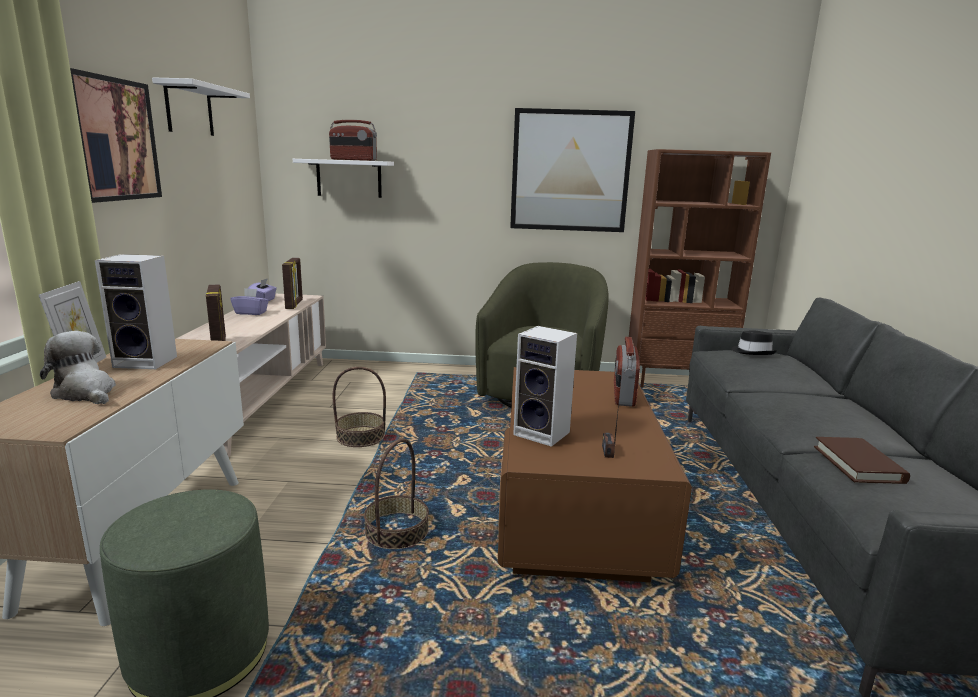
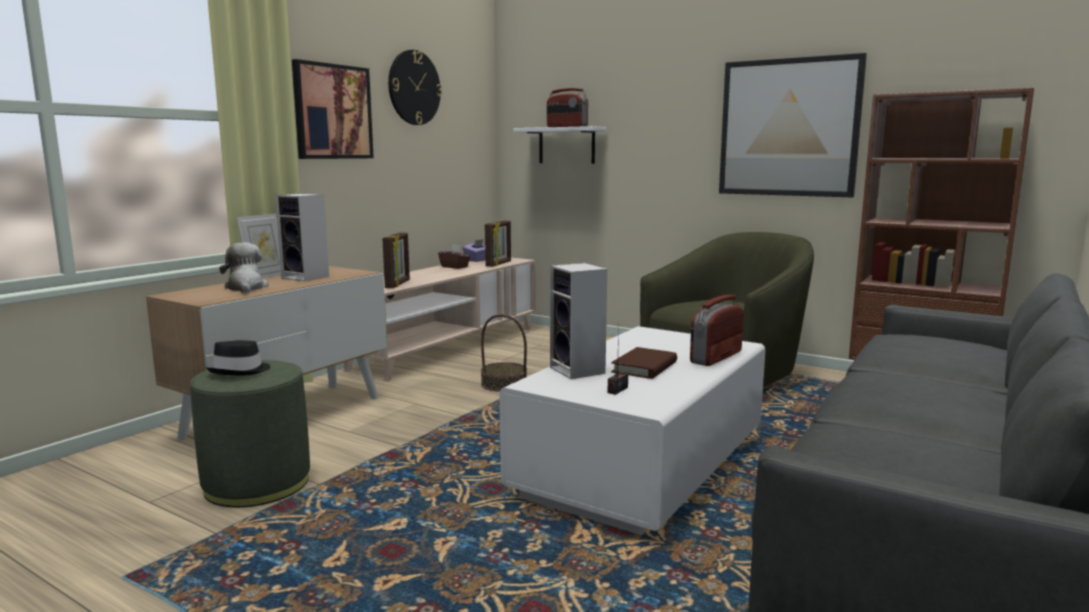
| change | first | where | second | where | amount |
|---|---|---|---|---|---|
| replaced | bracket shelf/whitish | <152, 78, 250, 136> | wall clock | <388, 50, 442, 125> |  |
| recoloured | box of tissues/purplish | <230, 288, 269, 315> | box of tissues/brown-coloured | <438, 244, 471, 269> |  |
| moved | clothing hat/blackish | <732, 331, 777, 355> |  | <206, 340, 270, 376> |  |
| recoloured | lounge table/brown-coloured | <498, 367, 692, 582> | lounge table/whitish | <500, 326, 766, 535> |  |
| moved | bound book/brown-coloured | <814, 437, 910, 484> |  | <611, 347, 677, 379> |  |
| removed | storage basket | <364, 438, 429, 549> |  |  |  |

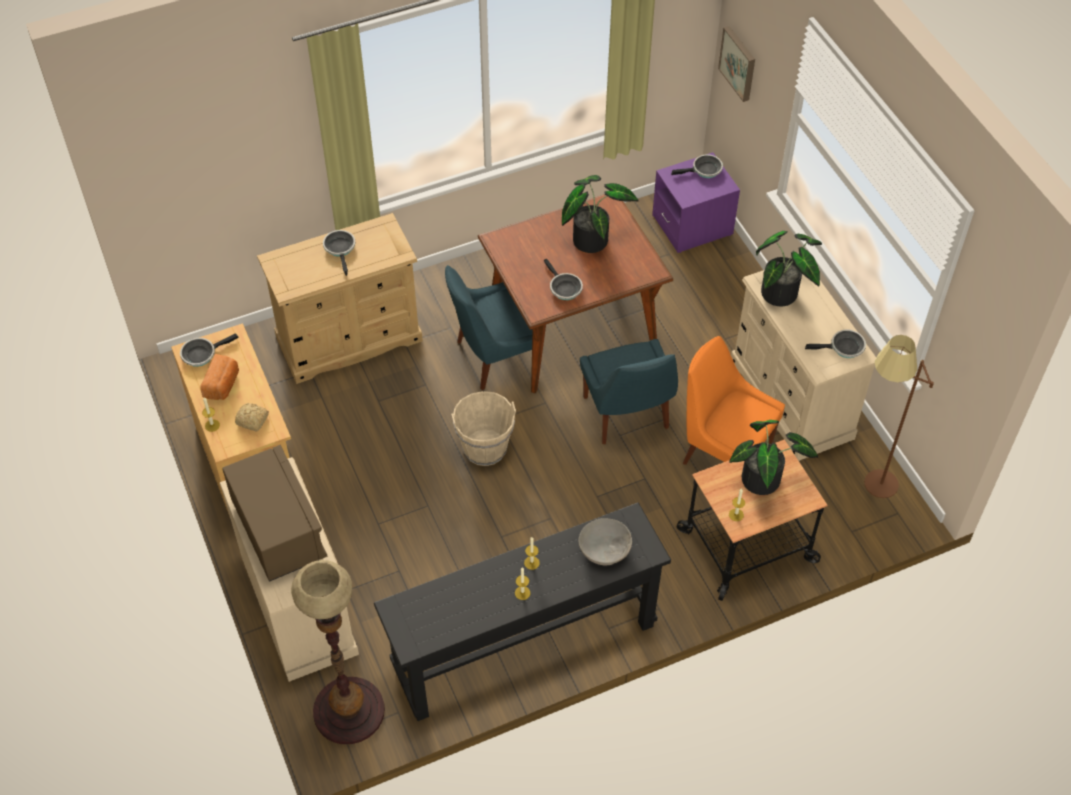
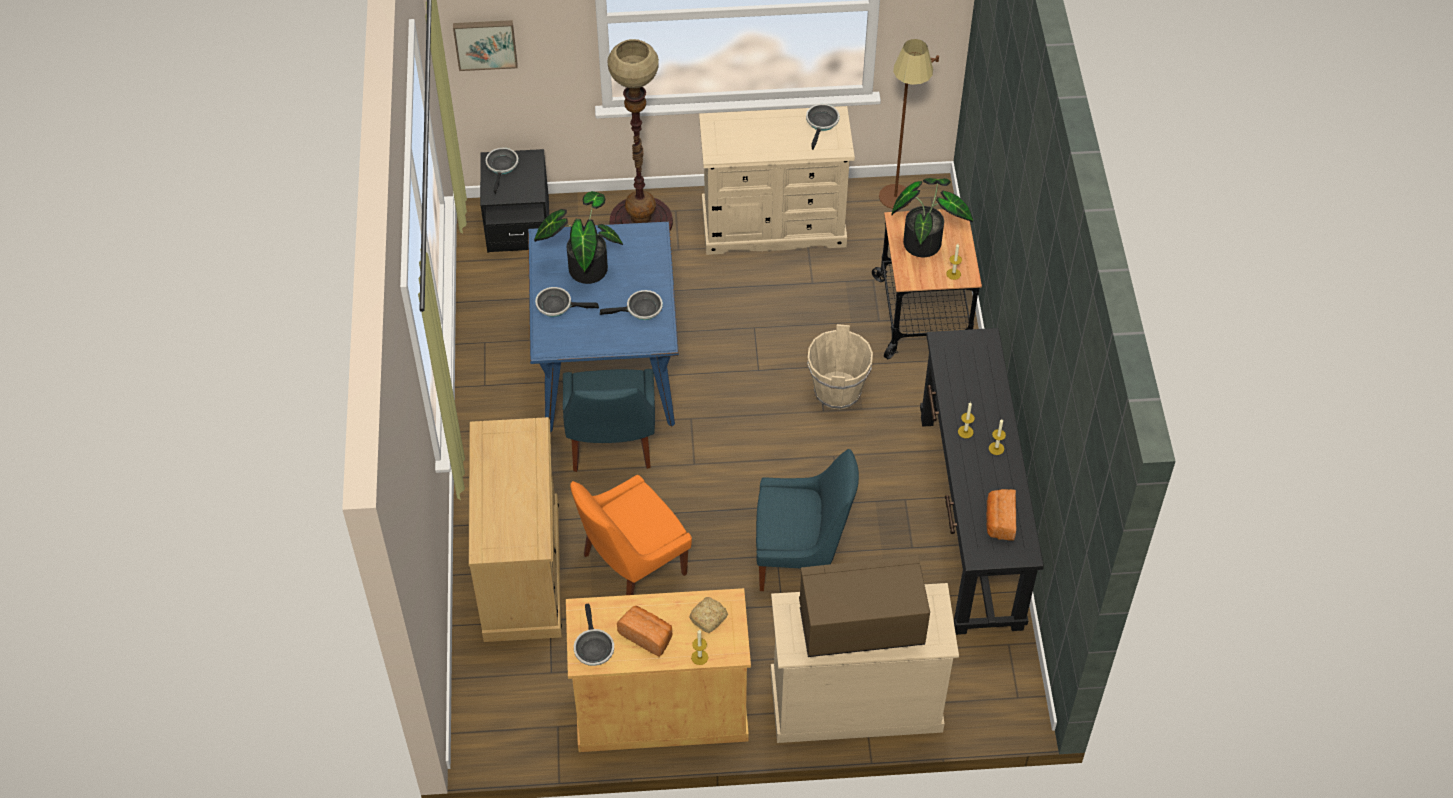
| change | first | where | second | where | amount |
|---|---|---|---|---|---|
| recoloured | night table/purplish | <652, 152, 740, 253> | night table/blackish | <480, 149, 549, 253> |  |
| recoloured | dining table/brown-coloured | <478, 194, 673, 393> | dining table/bluish | <528, 222, 679, 433> |  |
| moved | frying pan | <323, 230, 355, 276> |  | <535, 287, 599, 317> |  |
| removed | houseplant | <756, 231, 822, 306> |  |  |  |
| moved | chair/orange-coloured | <683, 336, 785, 465> |  | <570, 475, 692, 595> |  |
| moved | chair/bluish | <580, 339, 678, 444> |  | <756, 449, 859, 591> |  |
| moved | water bucket/beige-coloured | <451, 391, 516, 466> |  | <807, 324, 873, 409> |  |
| removed | serving bowl/gray | <578, 518, 632, 565> |  |  |  |
| moved | standing lamp | <291, 560, 385, 745> |  | <608, 39, 673, 231> |  |
| added |  |  | baked bread | <987, 489, 1017, 541> |  |

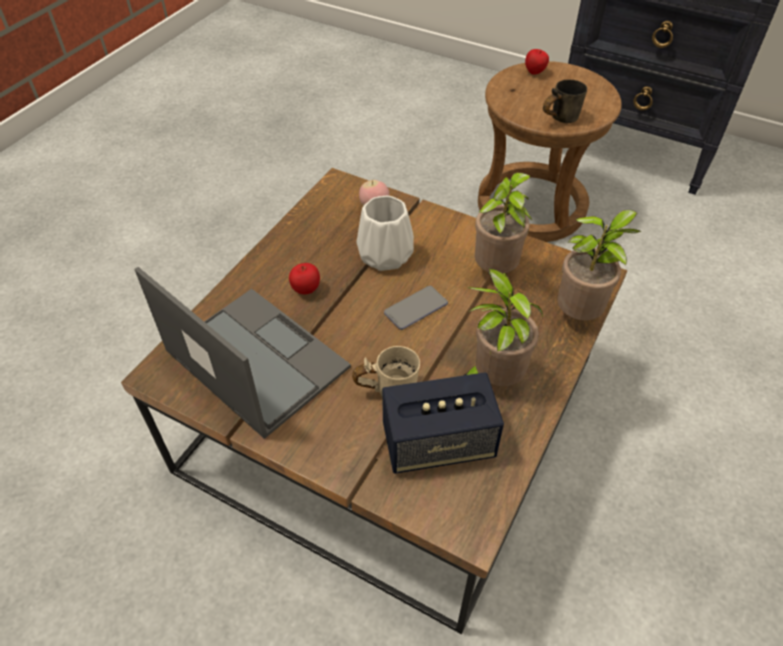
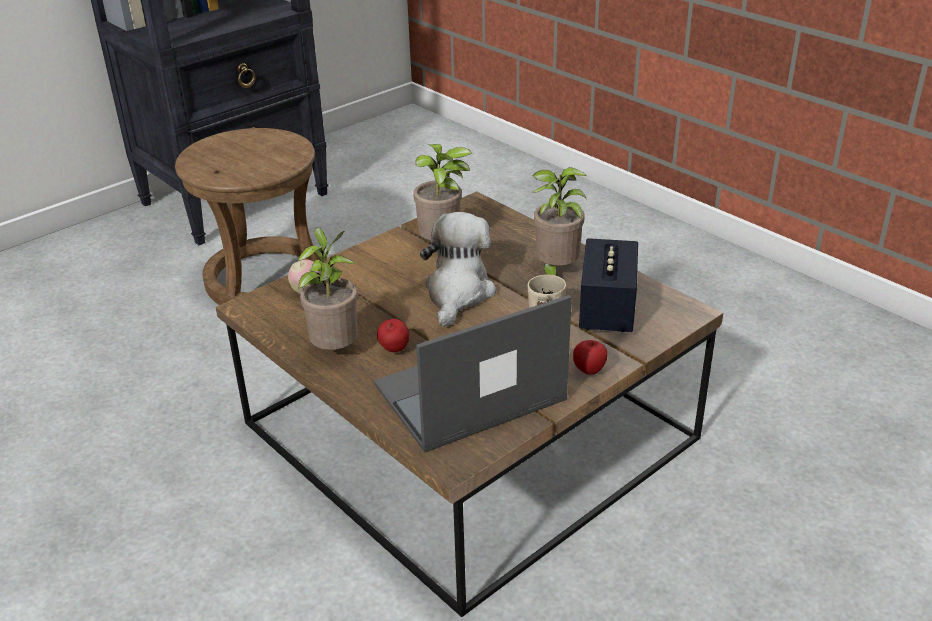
| change | first | where | second | where | amount |
|---|---|---|---|---|---|
| moved | apple fruit | <525, 49, 549, 75> |  | <573, 340, 608, 375> |  |
| removed | coffee mug/gray | <543, 79, 587, 123> |  |  |  |
| removed | decorative vase/whitish | <357, 196, 414, 271> |  |  |  |
| moved | houseplant | <558, 210, 641, 320> |  | <297, 227, 358, 350> |  |
| replaced | handset | <384, 286, 448, 330> | plush toy | <420, 212, 496, 327> |  |

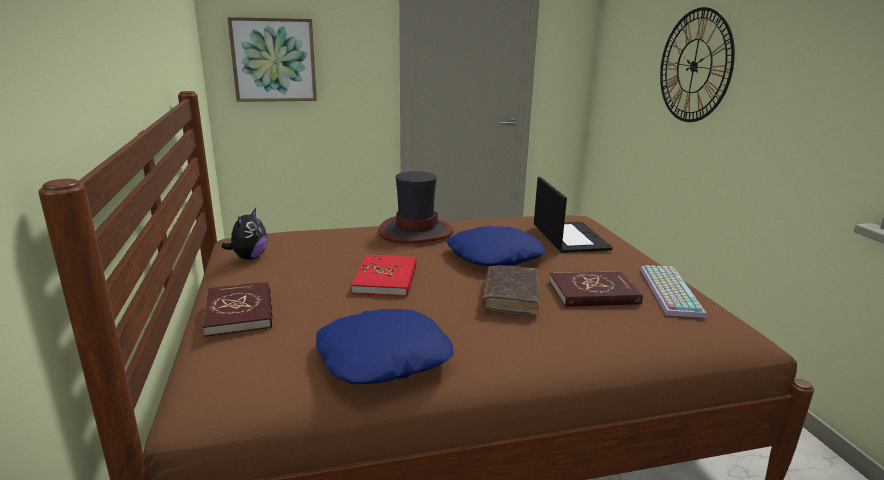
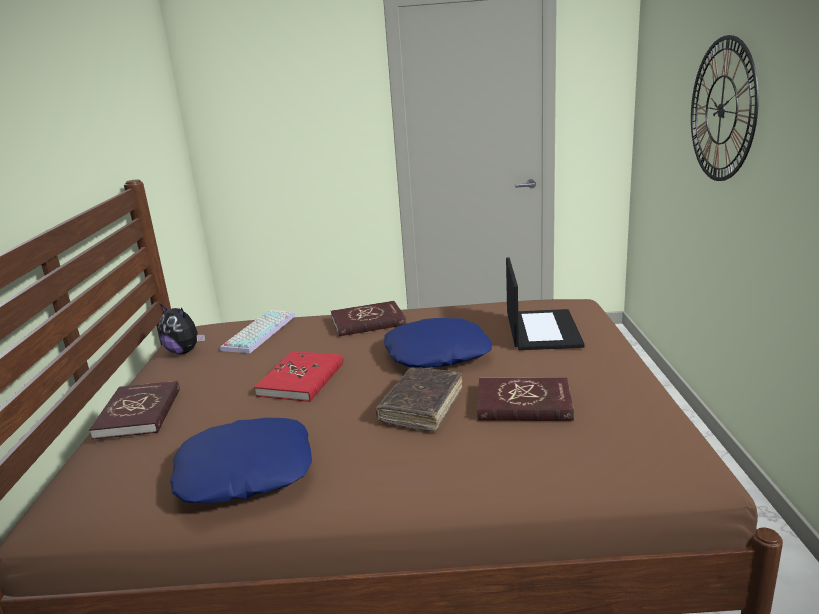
| change | first | where | second | where | amount |
|---|---|---|---|---|---|
| removed | picture | <227, 17, 317, 102> |  |  |  |
| replaced | clothing hat | <378, 171, 454, 244> | bound book/red-coloured | <331, 301, 406, 336> |  |
| turned | plush toy | <221, 208, 267, 260> |  | <158, 304, 205, 354> | 90 degrees clockwise |
| moved | PC keyboard | <640, 265, 706, 318> |  | <220, 310, 296, 353> |  |

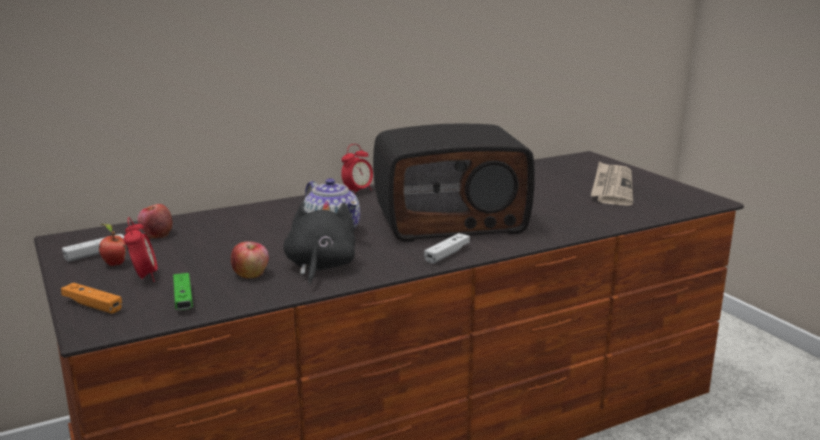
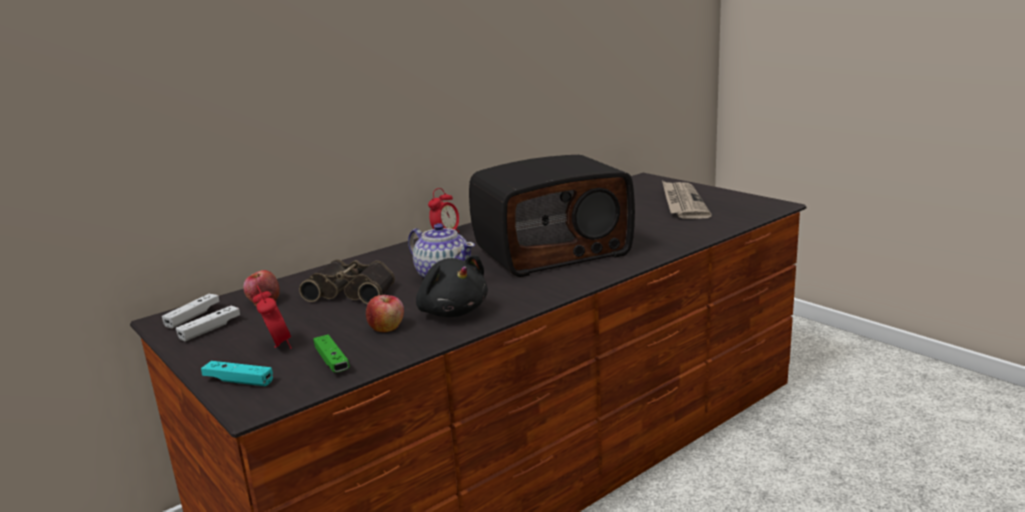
| change | first | where | second | where | amount |
|---|---|---|---|---|---|
| turned | plush toy/blackish | <284, 200, 355, 285> |  | <416, 255, 488, 317> | 150 degrees clockwise |
| removed | apple fruit | <99, 224, 126, 266> |  |  |  |
| moved | joypad/whitish | <424, 233, 470, 264> |  | <162, 294, 220, 329> |  |
| recoloured | joypad/orange-coloured | <61, 283, 122, 314> | joypad/turquoise-coloured | <201, 361, 273, 386> |  |
| added |  |  | binoculars | <299, 260, 395, 304> |  |

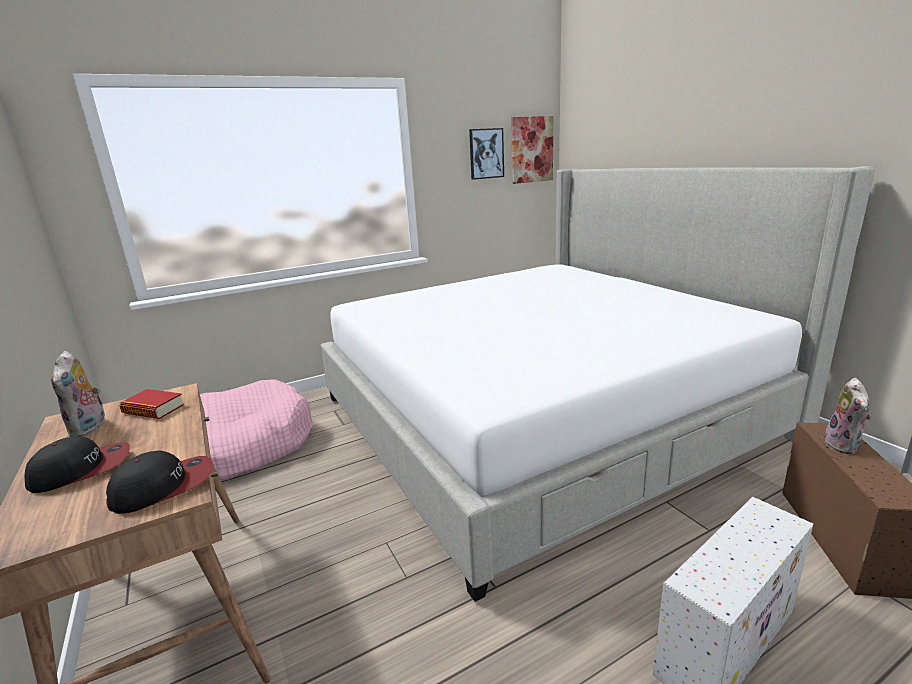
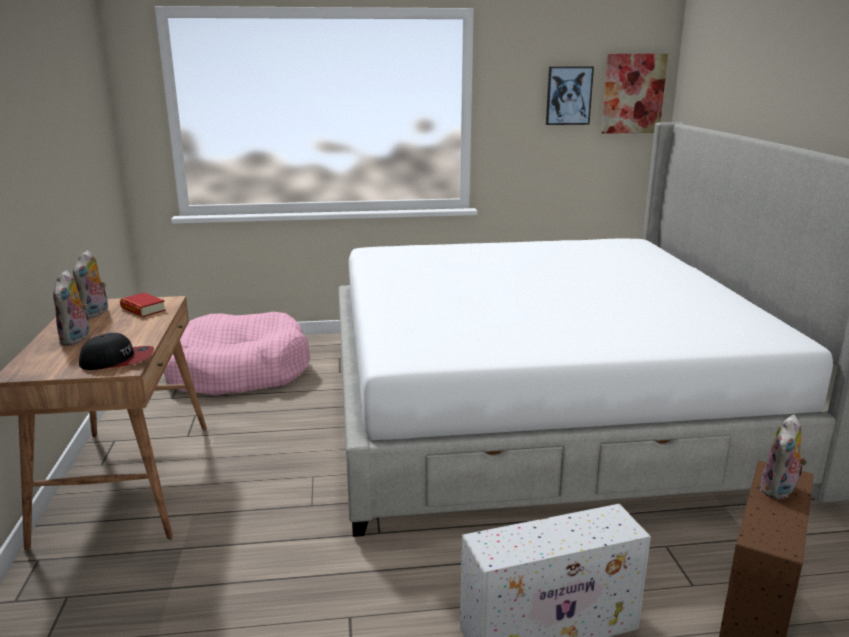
| change | first | where | second | where | amount |
|---|---|---|---|---|---|
| replaced | peaked cap | <25, 436, 130, 493> | plush toy | <53, 270, 89, 345> |  |

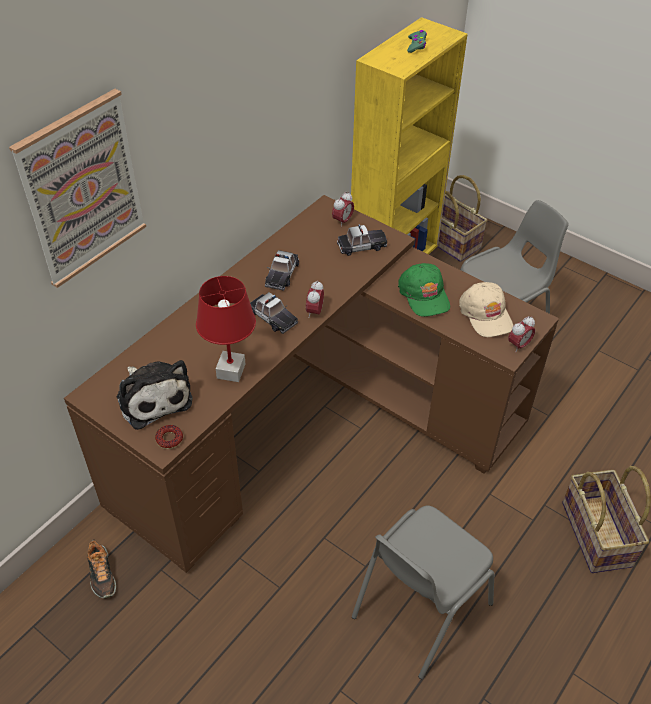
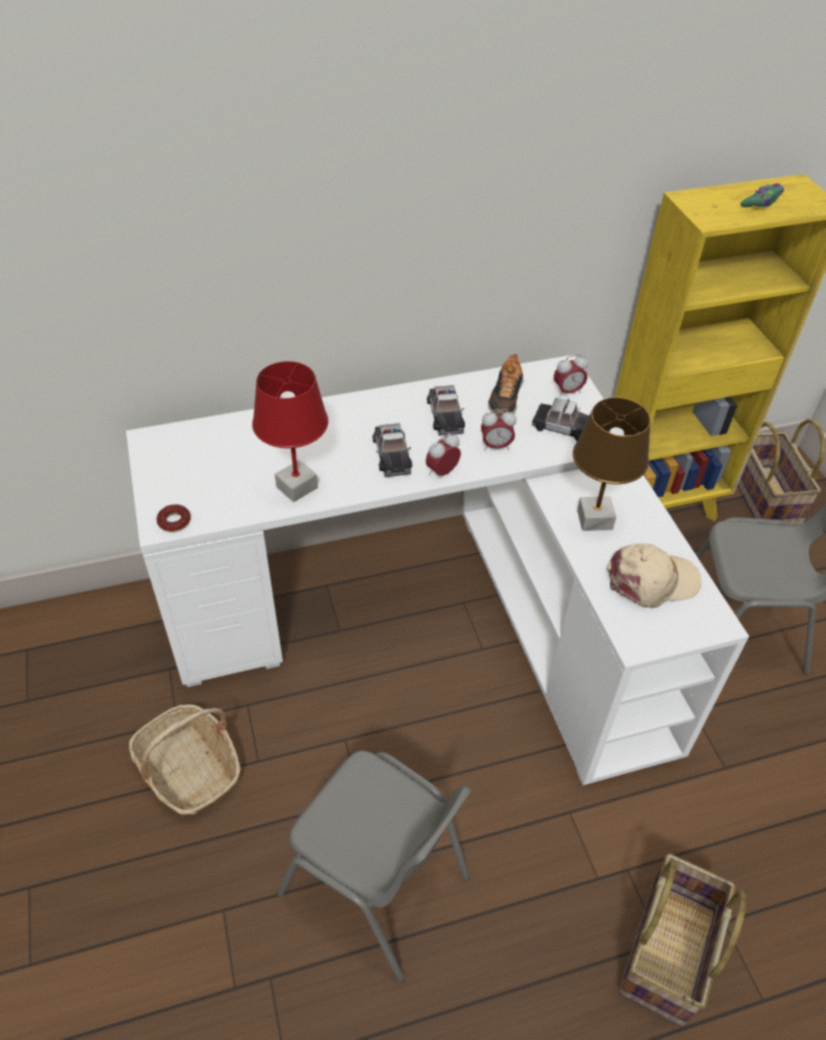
| change | first | where | second | where | amount |
|---|---|---|---|---|---|
| removed | picture | <9, 89, 146, 288> |  |  |  |
| recoloured | desk unit/brown-coloured | <64, 195, 559, 573> | desk unit/whitish | <126, 355, 749, 785> |  |
| turned | miniature car | <265, 250, 299, 291> |  | <427, 385, 465, 436> | 60 degrees counterclockwise |
| replaced | peaked cap/green | <398, 263, 450, 317> | table lamp/brown-coloured | <573, 397, 651, 531> |  |
| turned | peaked cap/beige-coloured | <459, 282, 513, 337> |  | <607, 544, 701, 608> | 120 degrees counterclockwise |
| moved | bedside clock | <508, 316, 535, 353> |  | <481, 409, 516, 451> |  |
| removed | plush toy | <116, 360, 192, 430> |  |  |  |
| turned | chair/gray | <352, 506, 494, 679> |  | <278, 750, 471, 982> | 135 degrees counterclockwise |
| moved | shoe | <87, 539, 116, 599> |  | <488, 354, 523, 415> |  |
| added |  |  | storage basket | <129, 704, 241, 815> |  |

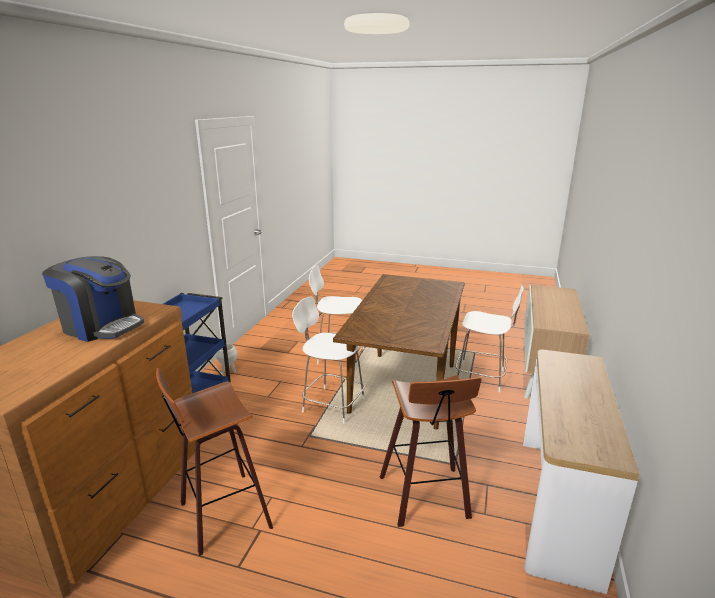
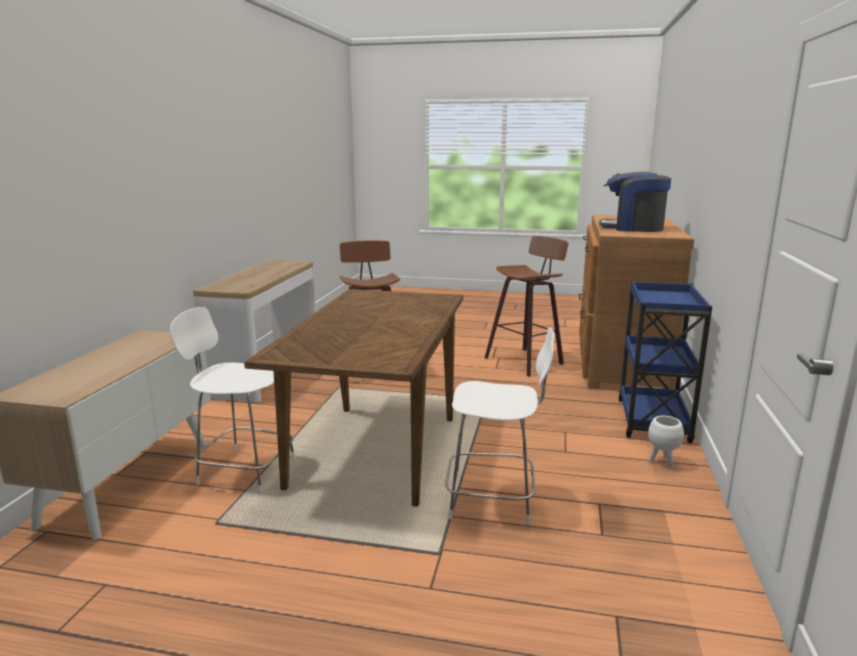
| change | first | where | second | where | amount |
|---|---|---|---|---|---|
| removed | chair/whitish | <292, 296, 365, 424> |  |  |  |

